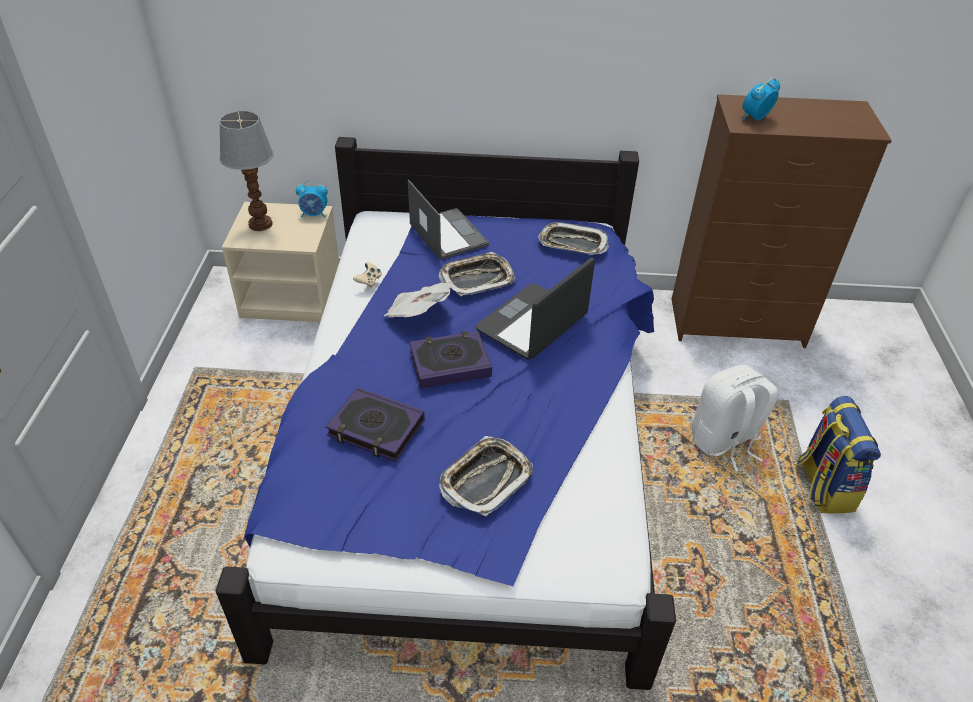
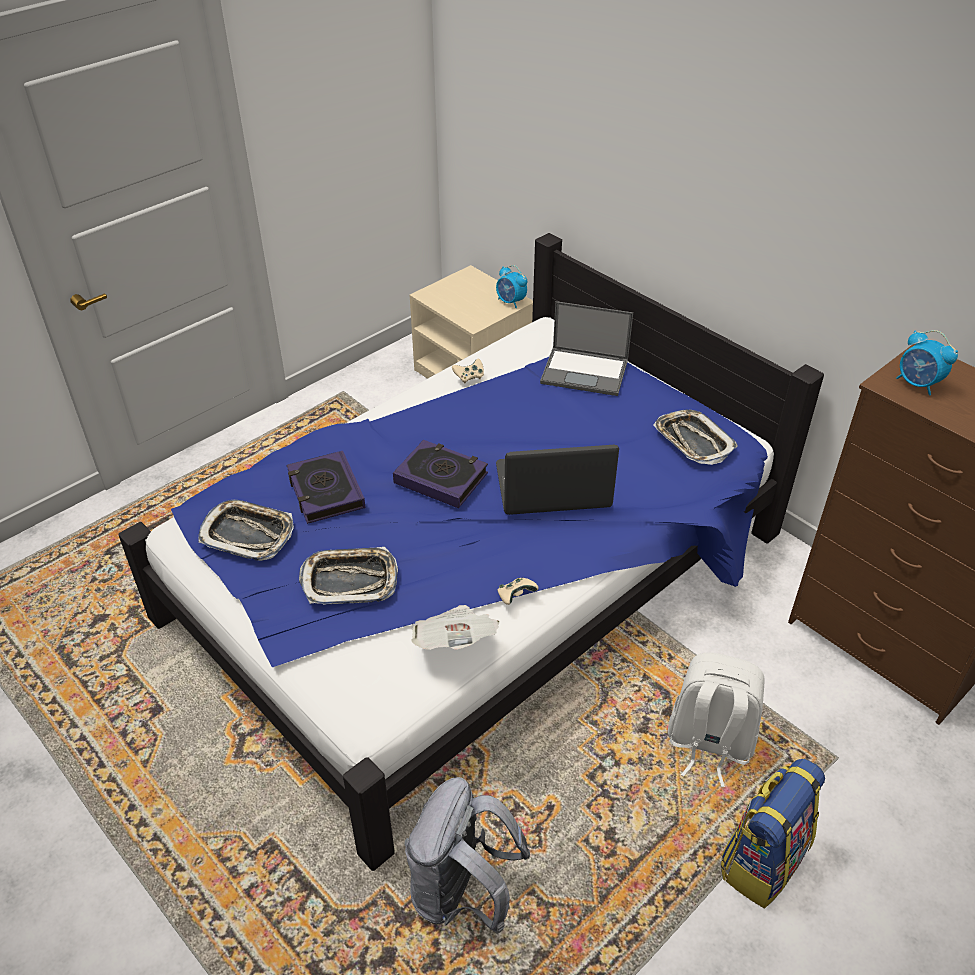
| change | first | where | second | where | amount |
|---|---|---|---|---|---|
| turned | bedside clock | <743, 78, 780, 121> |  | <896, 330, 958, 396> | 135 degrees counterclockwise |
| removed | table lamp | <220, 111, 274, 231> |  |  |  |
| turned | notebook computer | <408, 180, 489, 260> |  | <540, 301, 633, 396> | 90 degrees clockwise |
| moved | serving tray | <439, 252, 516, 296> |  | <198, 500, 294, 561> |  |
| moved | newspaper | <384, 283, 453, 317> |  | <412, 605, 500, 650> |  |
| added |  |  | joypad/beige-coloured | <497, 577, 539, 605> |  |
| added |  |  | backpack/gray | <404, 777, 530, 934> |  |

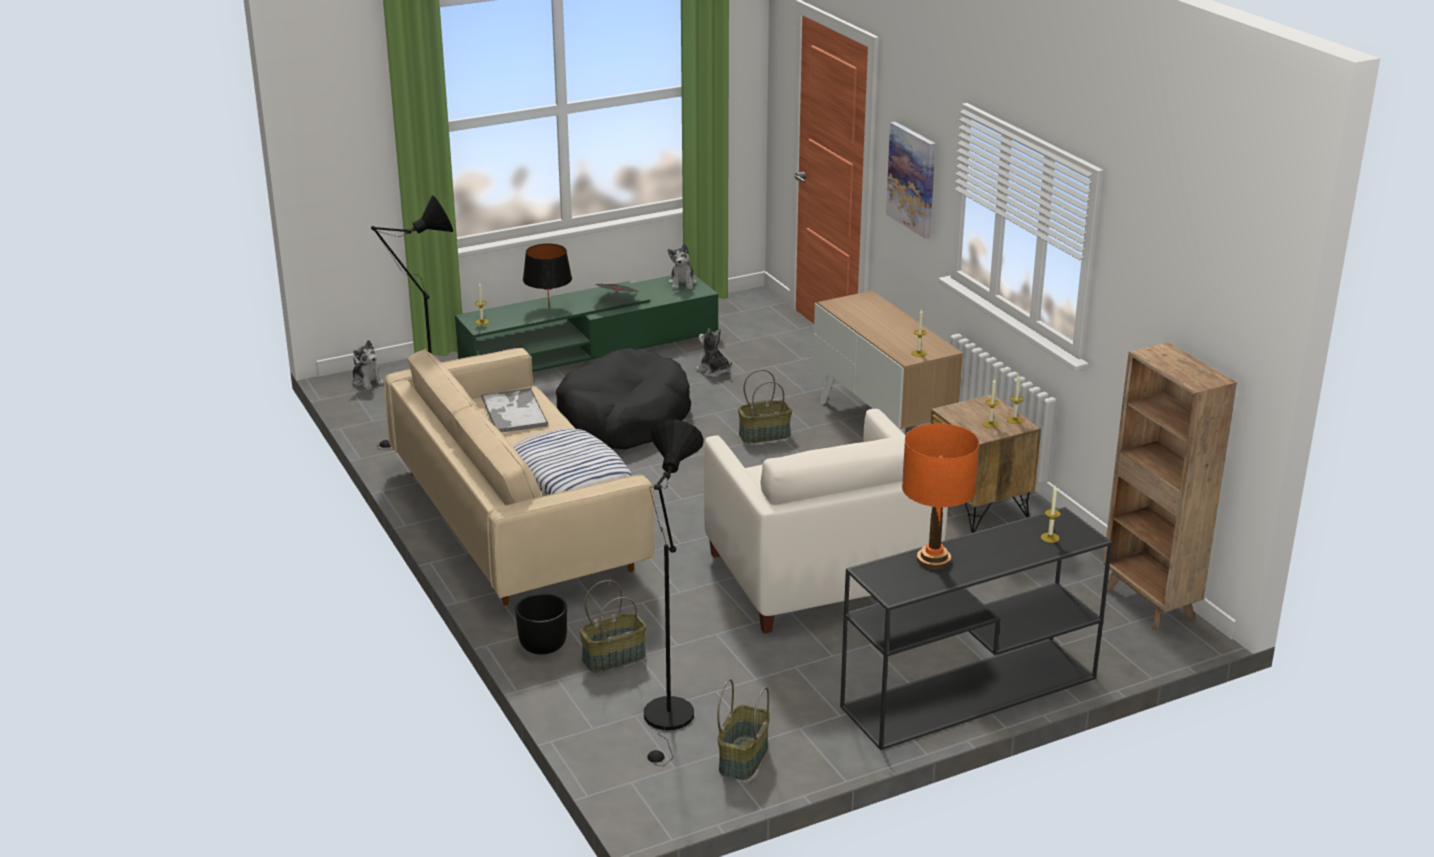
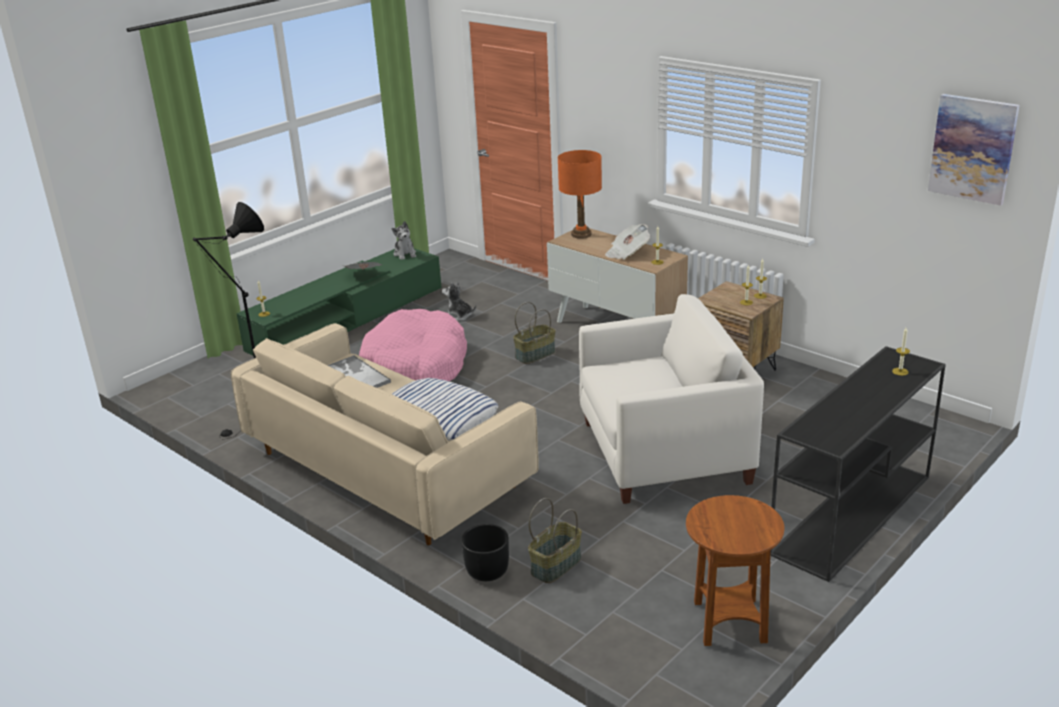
| change | first | where | second | where | amount |
|---|---|---|---|---|---|
| moved | picture | <886, 122, 936, 238> |  | <928, 94, 1020, 206> |  |
| removed | table lamp/blackish | <523, 244, 572, 308> |  |  |  |
| removed | plush toy | <352, 340, 384, 390> |  |  |  |
| removed | bookshelf/brown-coloured | <1103, 342, 1237, 631> |  |  |  |
| recoloured | dog cushion/blackish | <556, 348, 691, 449> | dog cushion/pink | <359, 309, 467, 381> |  |
| turned | easy chair/whitish | <704, 409, 948, 634> |  | <579, 294, 764, 504> | 60 degrees counterclockwise |
| removed | standing lamp/blackish | <644, 419, 704, 766> |  |  |  |
| moved | table lamp/orange-coloured | <902, 423, 979, 570> |  | <558, 150, 602, 239> |  |
| replaced | storage basket | <717, 679, 770, 780> | accent table/brown-coloured | <686, 495, 784, 646> |  |
| added |  |  | newspaper | <605, 224, 650, 260> |  |

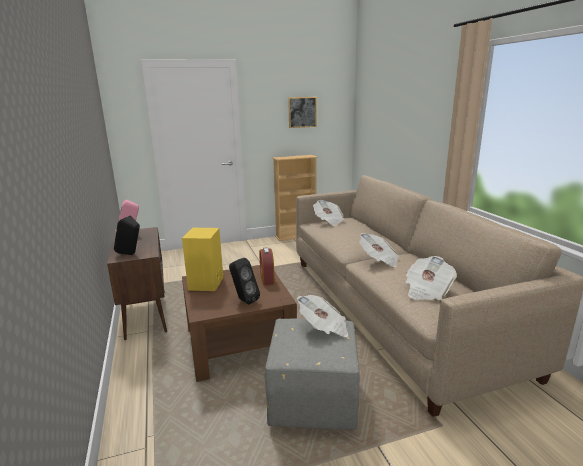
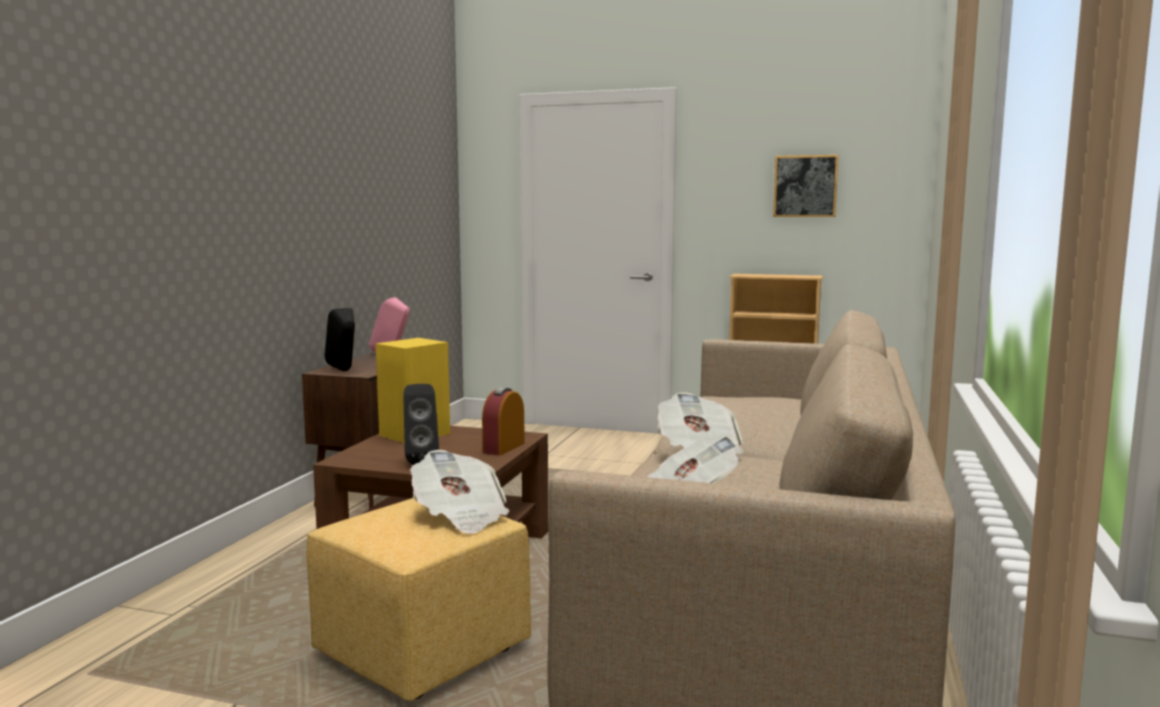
| change | first | where | second | where | amount |
|---|---|---|---|---|---|
| removed | newspaper | <313, 200, 345, 226> |  |  |  |
| recoloured | pouffe/gray | <264, 319, 360, 430> | pouffe/yellow-coloured | <306, 498, 531, 701> |  |

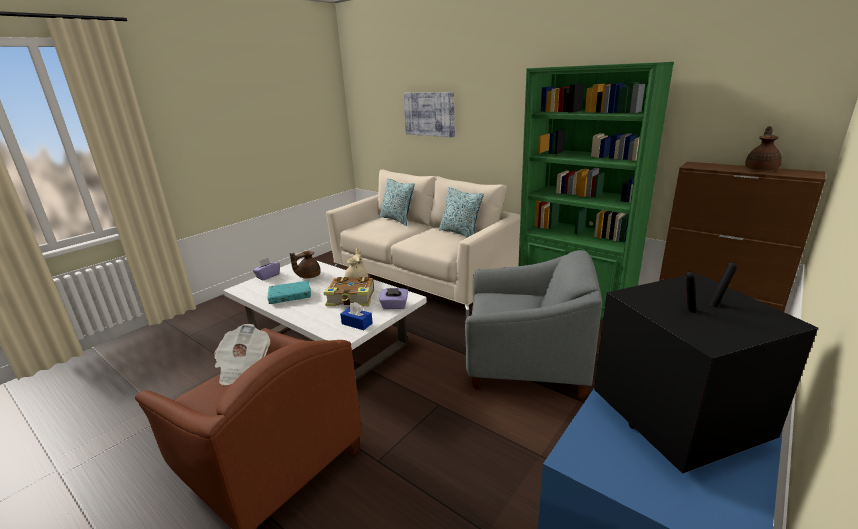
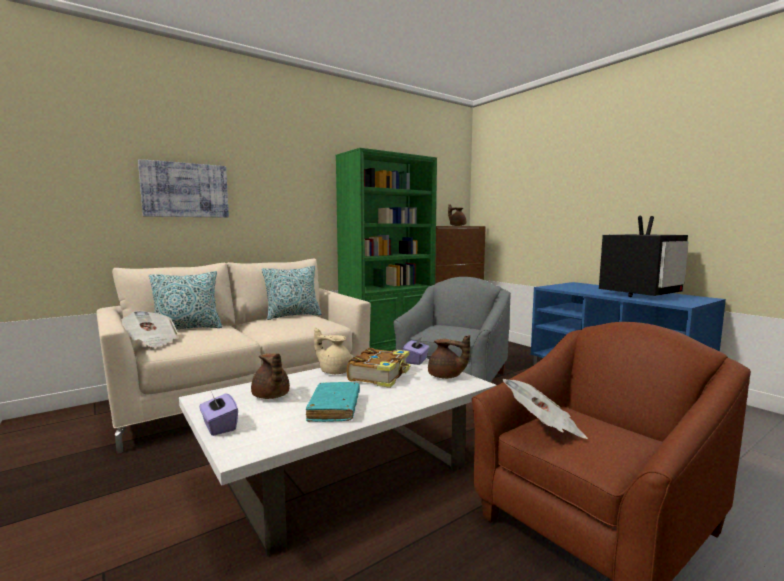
| change | first | where | second | where | amount |
|---|---|---|---|---|---|
| turned | television | <594, 262, 818, 474> |  | <599, 216, 689, 297> | 120 degrees counterclockwise |
| replaced | box of tissues/bluish | <340, 302, 373, 330> | tea pot/brown-coloured | <428, 335, 470, 379> |  |
| added |  |  | newspaper | <122, 311, 179, 348> |  |

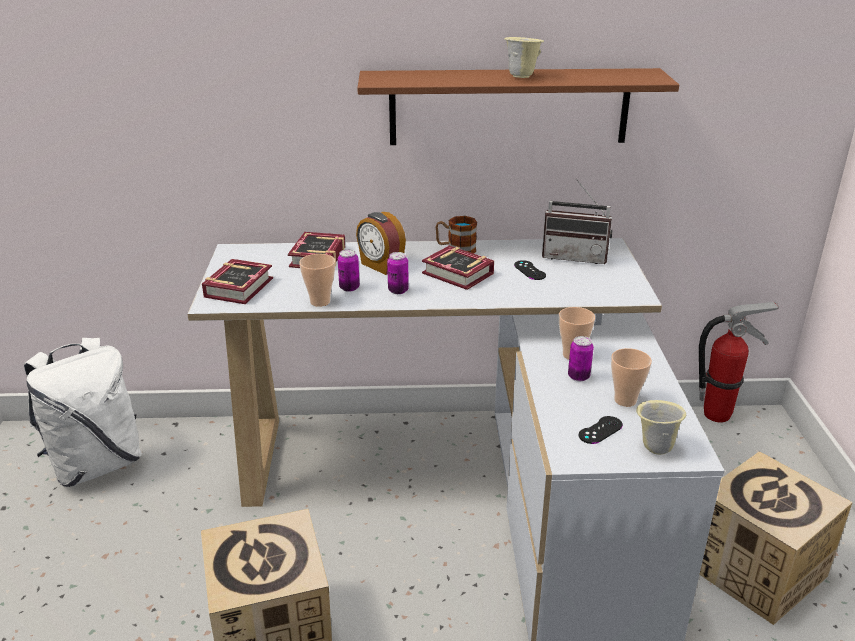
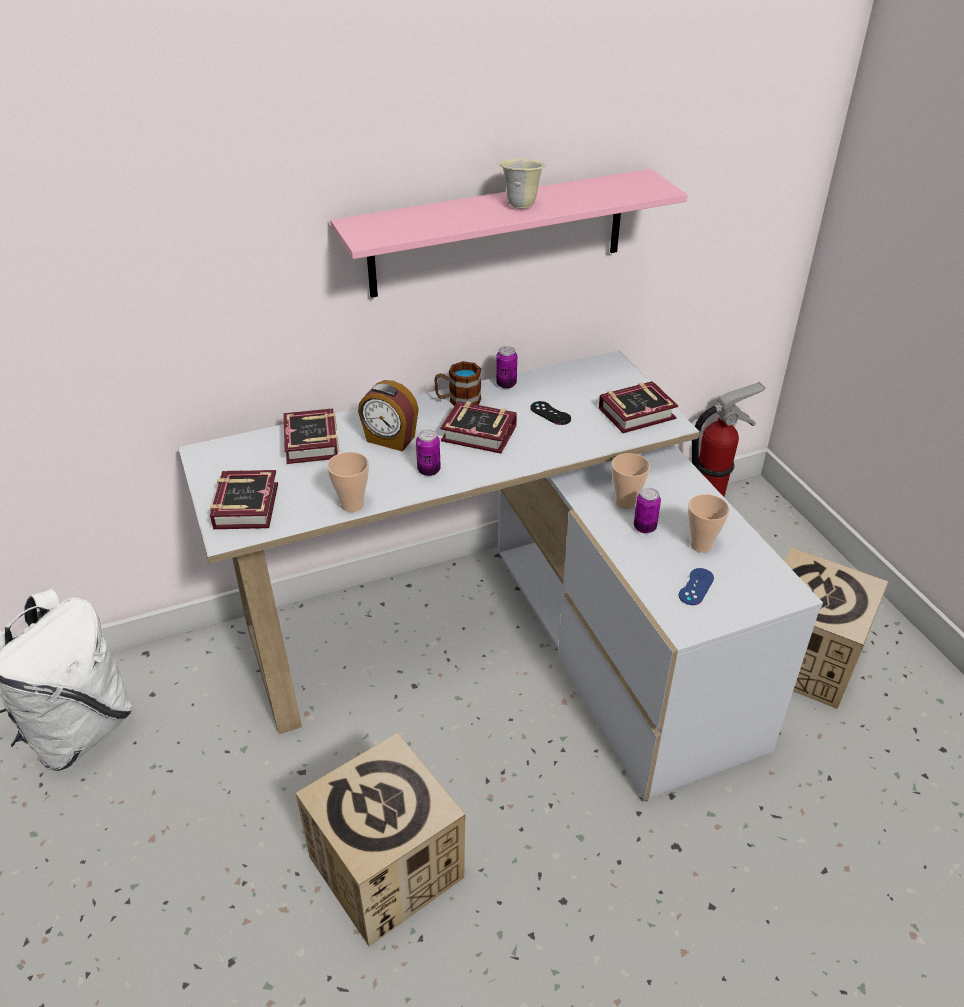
| change | first | where | second | where | amount |
|---|---|---|---|---|---|
| recoloured | bracket shelf/brown-coloured | <357, 68, 679, 145> | bracket shelf/pink | <331, 169, 688, 298> |  |
| removed | radio | <542, 179, 613, 264> |  |  |  |
| moved | can | <338, 249, 360, 292> |  | <496, 346, 517, 389> |  |
| removed | coffee mug/beige-coloured | <636, 400, 686, 455> |  |  |  |
| recoloured | joypad/blackish | <579, 416, 623, 444> | joypad/bluish | <678, 568, 714, 605> |  |
| added |  |  | bound book | <599, 381, 678, 433> |  |

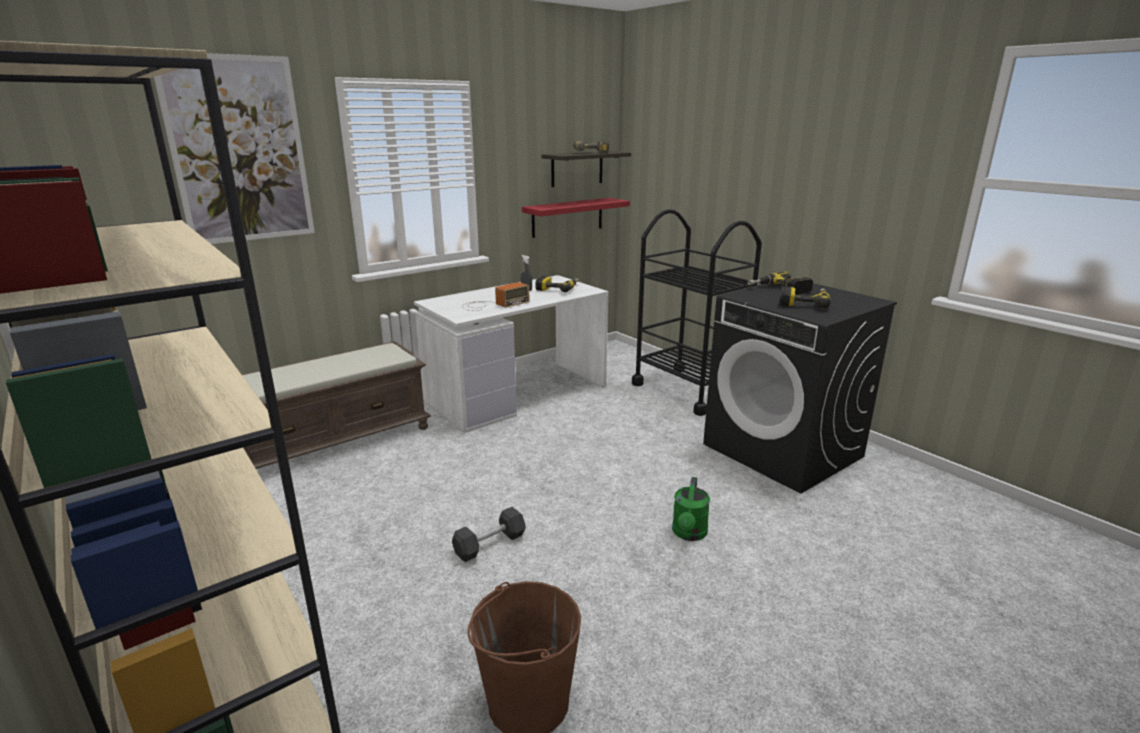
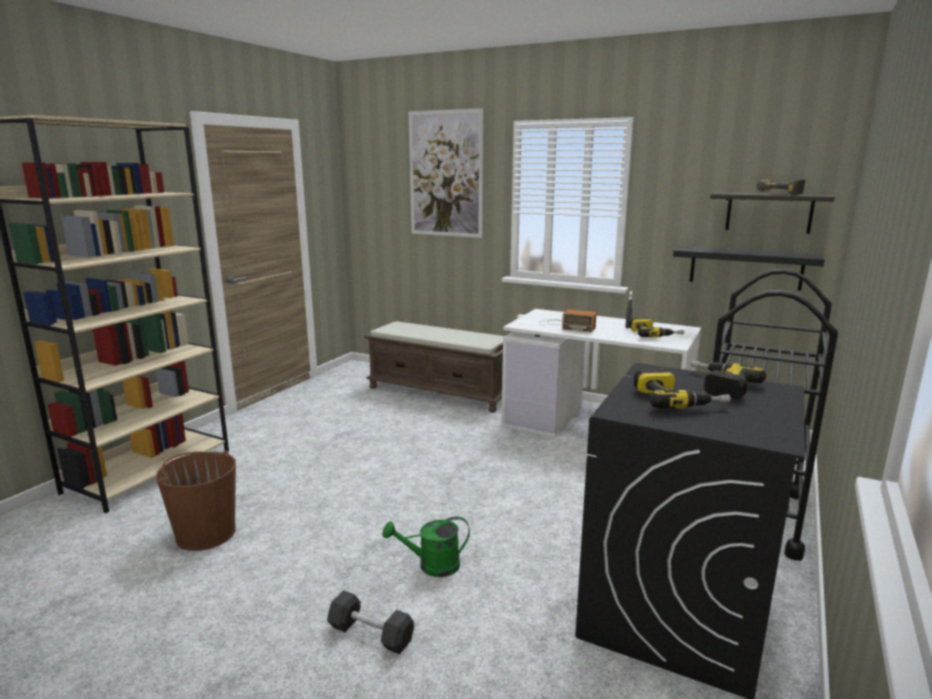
| change | first | where | second | where | amount |
|---|---|---|---|---|---|
| recoloured | bracket shelf/red-coloured | <522, 198, 630, 238> | bracket shelf/blackish | <673, 246, 825, 291> |  |
| moved | free weight/gray | <452, 507, 526, 562> |  | <327, 590, 414, 654> |  |

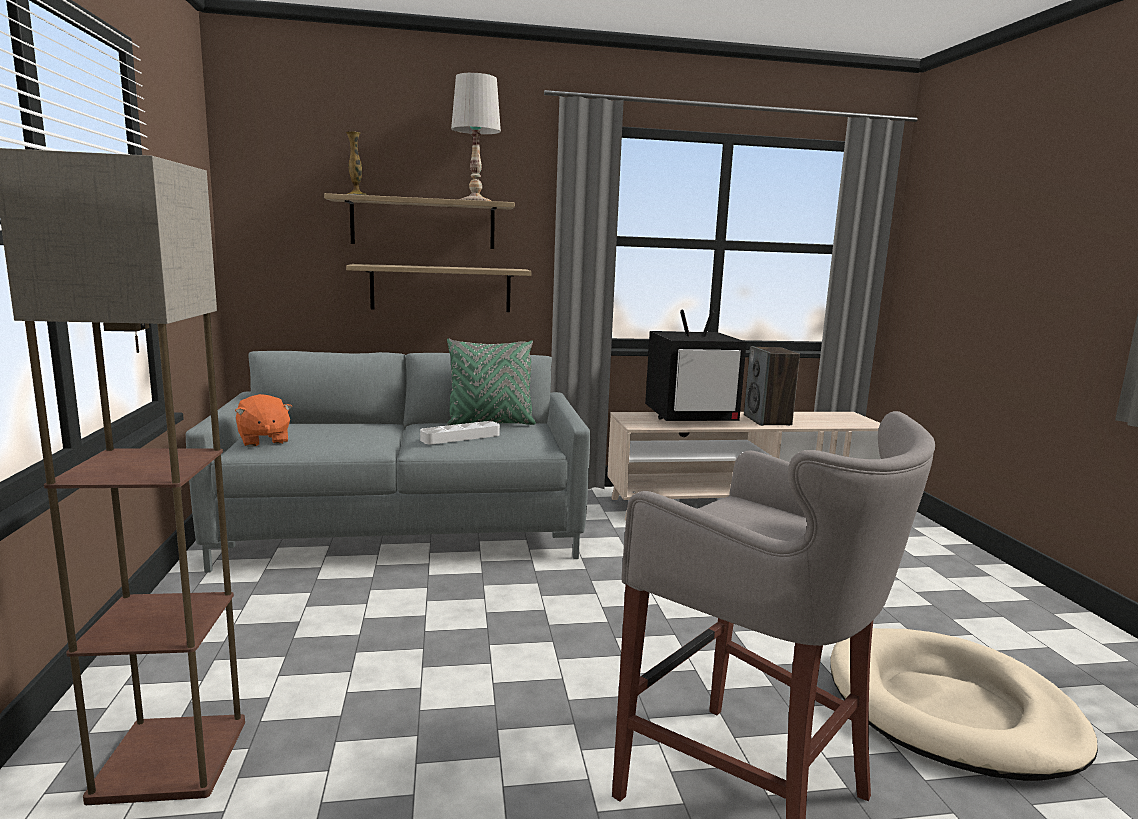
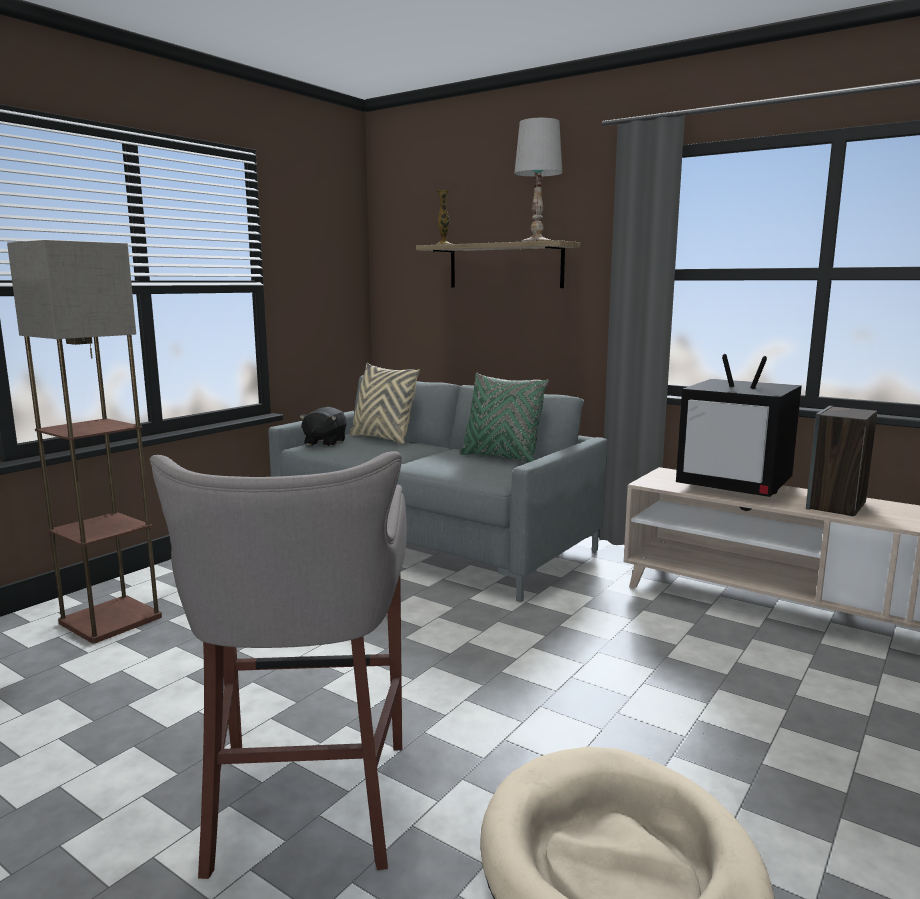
| change | first | where | second | where | amount |
|---|---|---|---|---|---|
| removed | bracket shelf | <346, 264, 531, 312> |  |  |  |
| recoloured | plush toy/orange-coloured | <235, 394, 292, 447> | plush toy/blackish | <299, 407, 347, 447> |  |
| removed | serving tray/whitish | <420, 421, 500, 444> |  |  |  |
| added |  |  | cushion/beige-coloured | <350, 363, 420, 444> |  |

